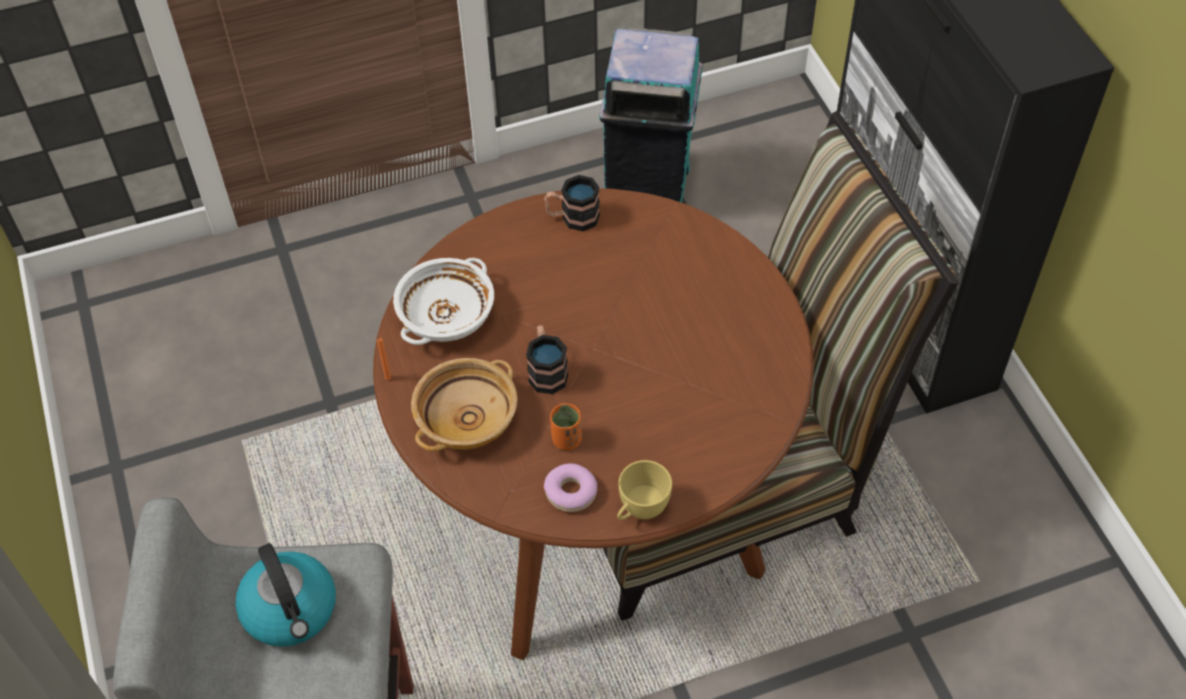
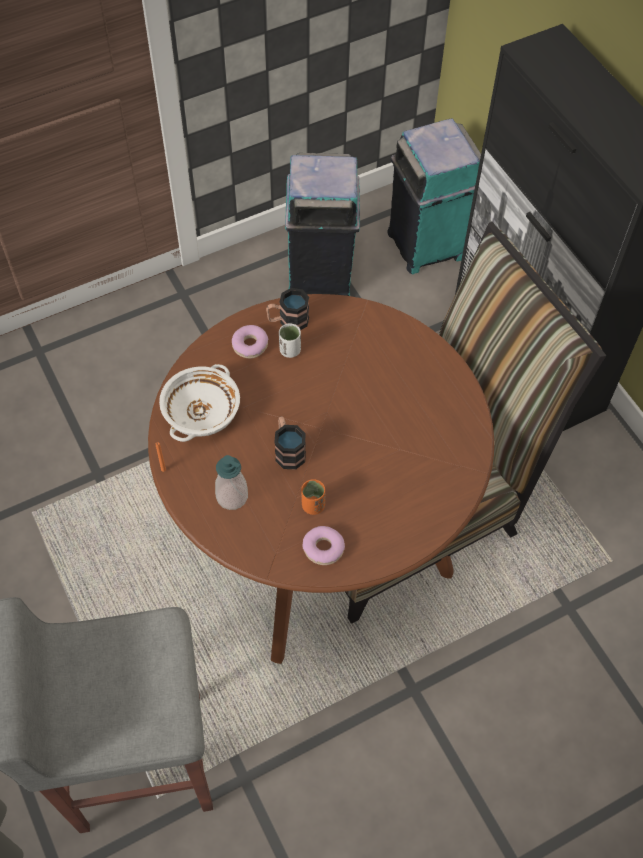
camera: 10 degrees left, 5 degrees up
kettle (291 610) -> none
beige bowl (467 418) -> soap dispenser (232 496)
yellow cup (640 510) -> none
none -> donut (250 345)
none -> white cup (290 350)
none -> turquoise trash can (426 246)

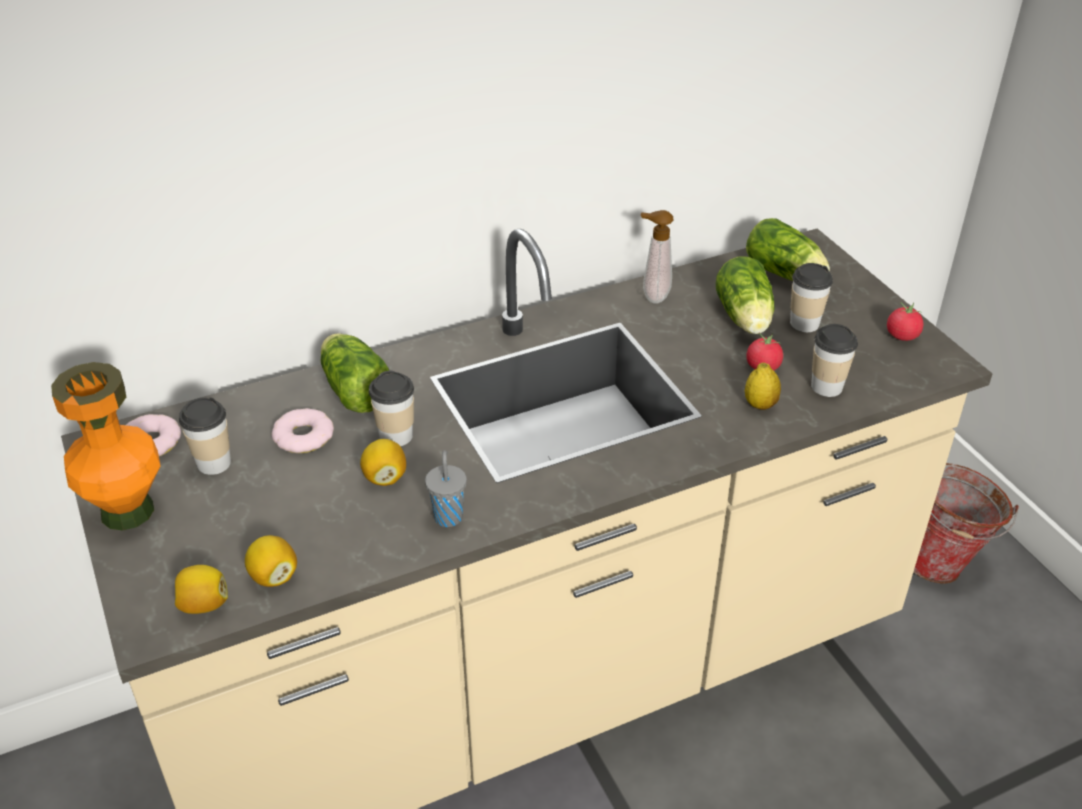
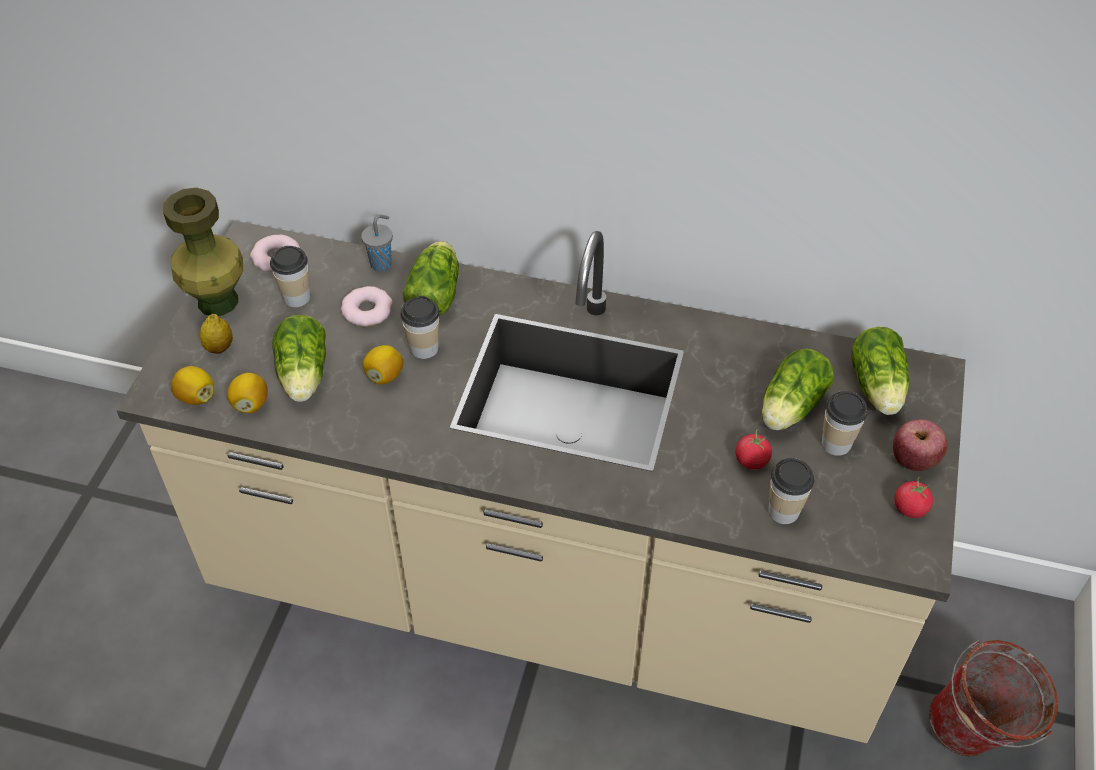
camera: 40 degrees right, 10 degrees up
orange vase (128 511) -> green vase (218 302)
grey cup (448 516) -> grey cup (382 263), move
soap dispenser (653 296) -> none
lemon (760 405) -> lemon (219 348), move
none -> lettuce (303 376)
none -> apple (914 460)

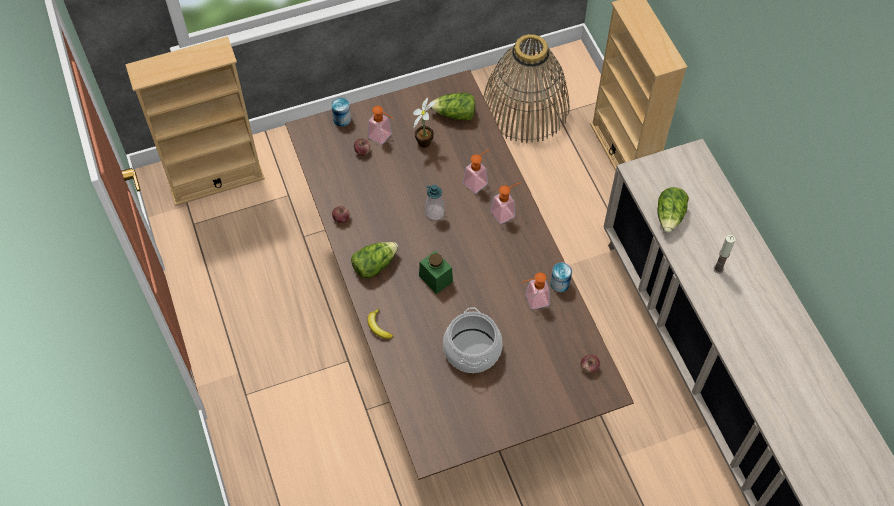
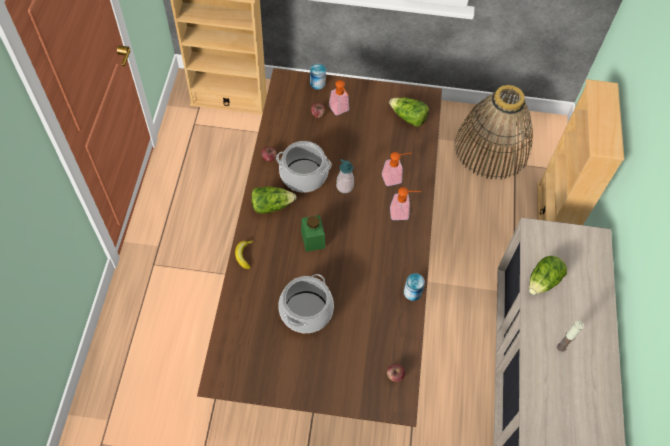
camera: 25 degrees right, 0 degrees up
potted plant (425 140) -> none
soap dispenser (533 301) -> none
none -> cooking pot (303 176)

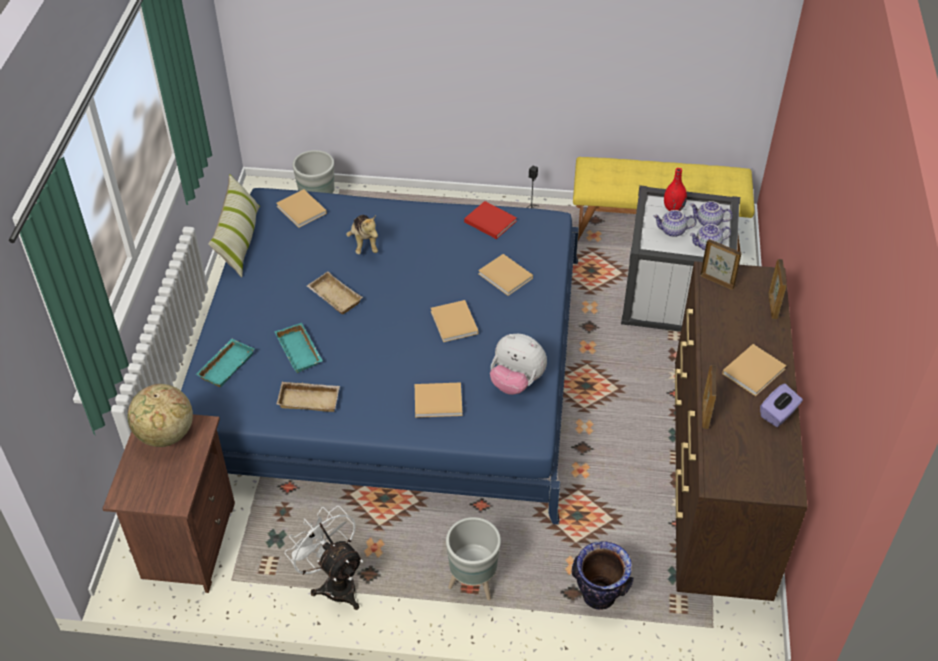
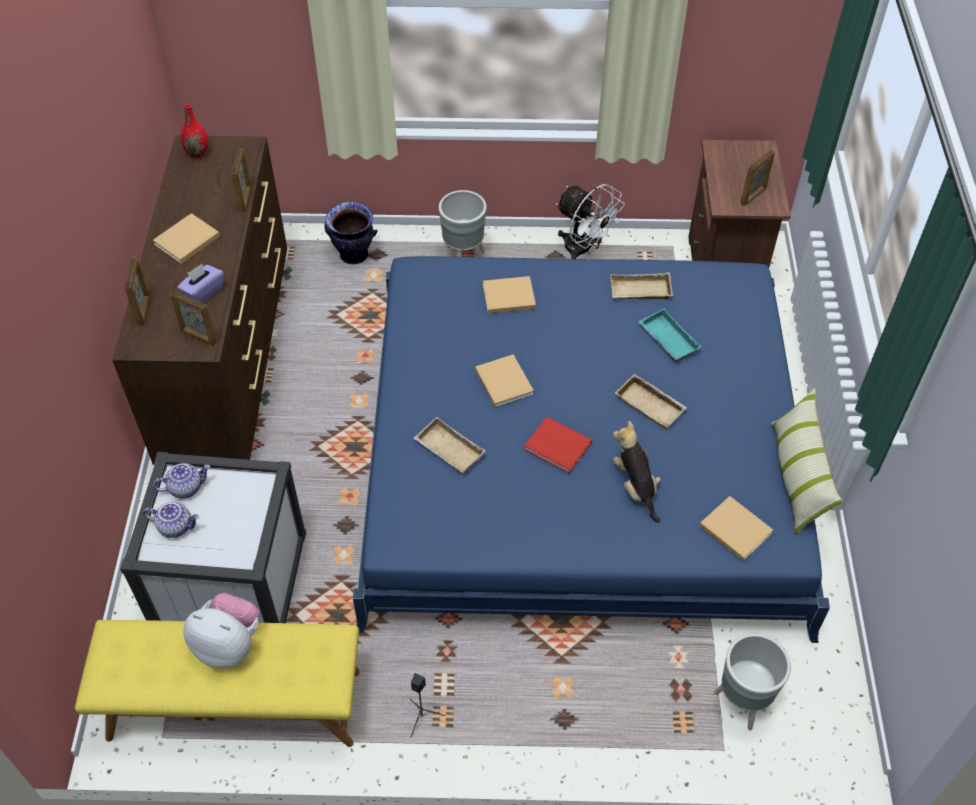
camera: 175 degrees right, 5 degrees up
globe (165 435) -> picture frame (753 196)
turquoise tray (225 365) -> none
red book (489 221) -> red book (559 447), move
beige book (506 277) -> beige tray (447 450)
plush toy (516 382) -> plush toy (229 644), move
teapot (672 231) -> none
red vase (673 208) -> red vase (197 153), move
purple tissue box (778 414) -> purple tissue box (203 292), move

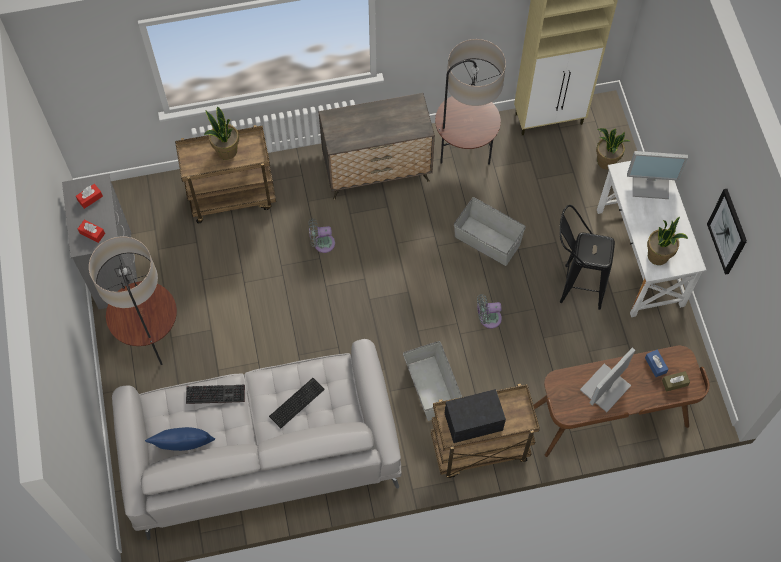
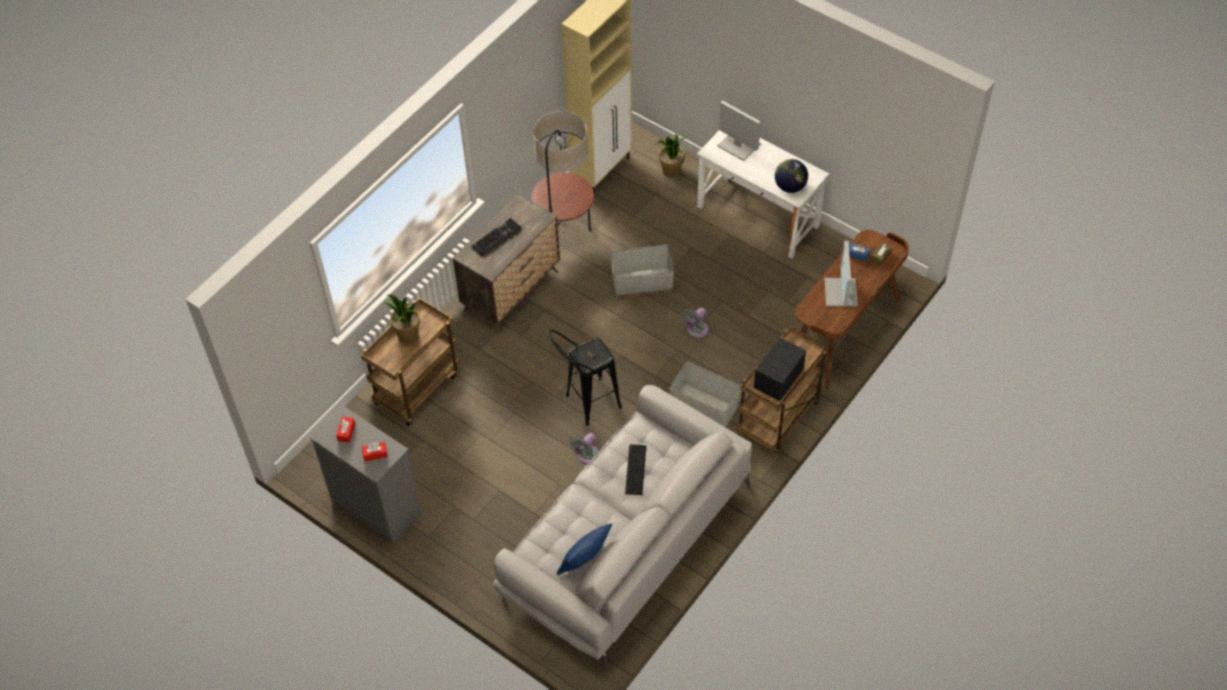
camera: 40 degrees left, 10 degrees down
floor lamp (153 341) -> none
keyboard (216 393) -> keyboard (496 236), move
grey fan (321 243) -> grey fan (586 456), move
black stool (573 285) -> black stool (586 405), move
monitor (651 183) -> monitor (738 145), 105 degrees counterclockwise
potted plant (658 256) -> globe (790 186)
picture (727 231) -> none

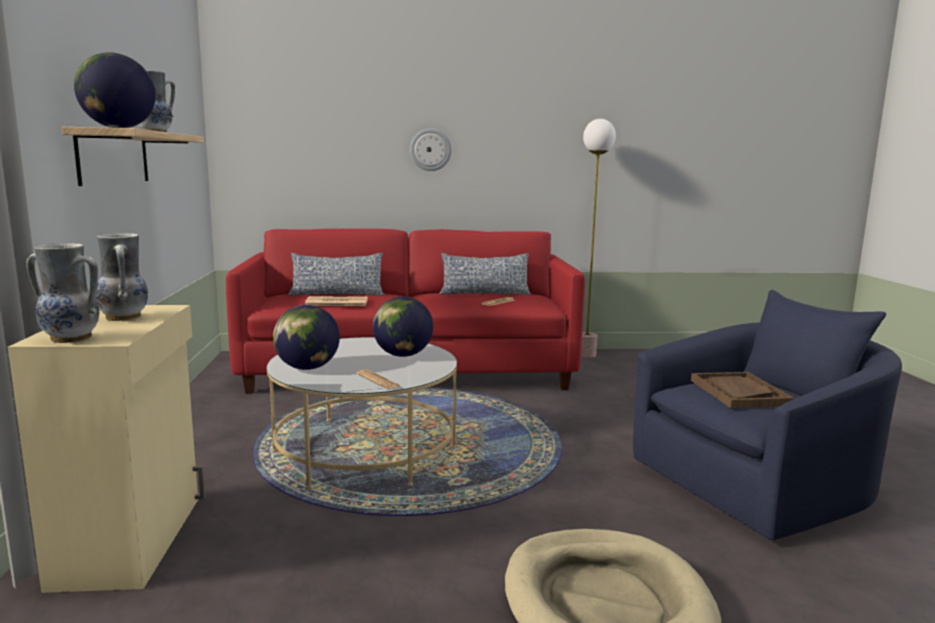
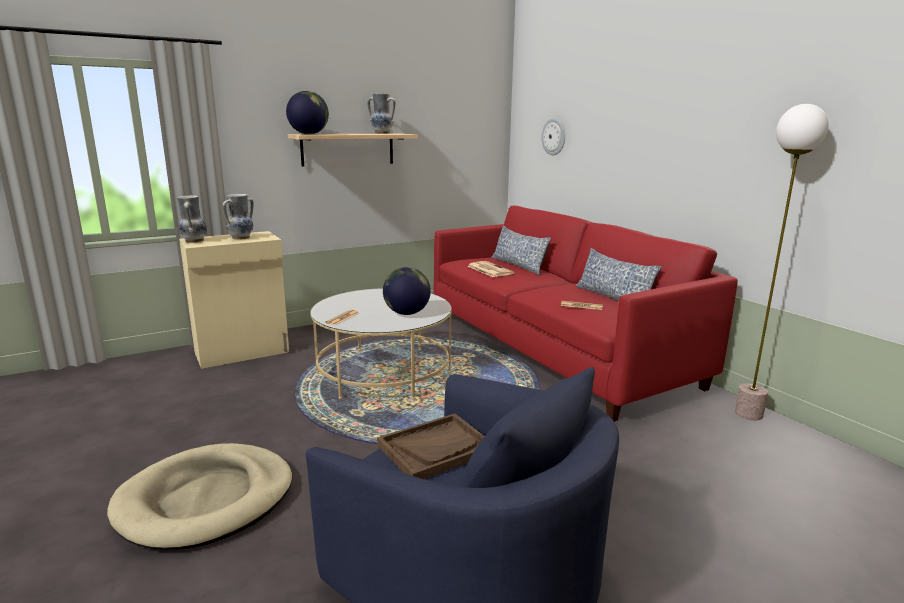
camera: 65 degrees right, 5 degrees up
globe (307 368) -> none
wall clock (430 149) -> wall clock (554 136), move

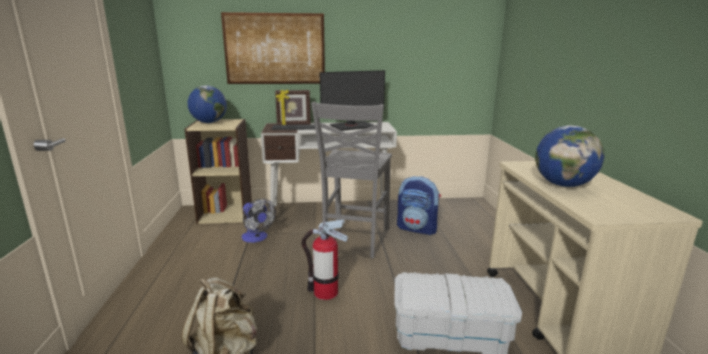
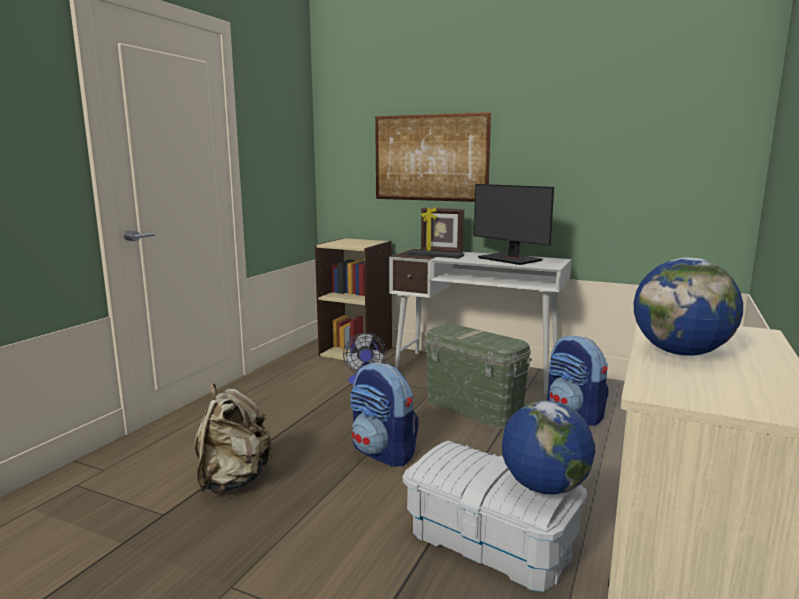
camera: 30 degrees right, 5 degrees down
globe (209 122) -> globe (544 487), move
fire extinguisher (325 292) -> backpack (383 453)
grey chair (354 240) -> green storage box (473 409)
monitor (352 126) -> monitor (510 259), 45 degrees clockwise

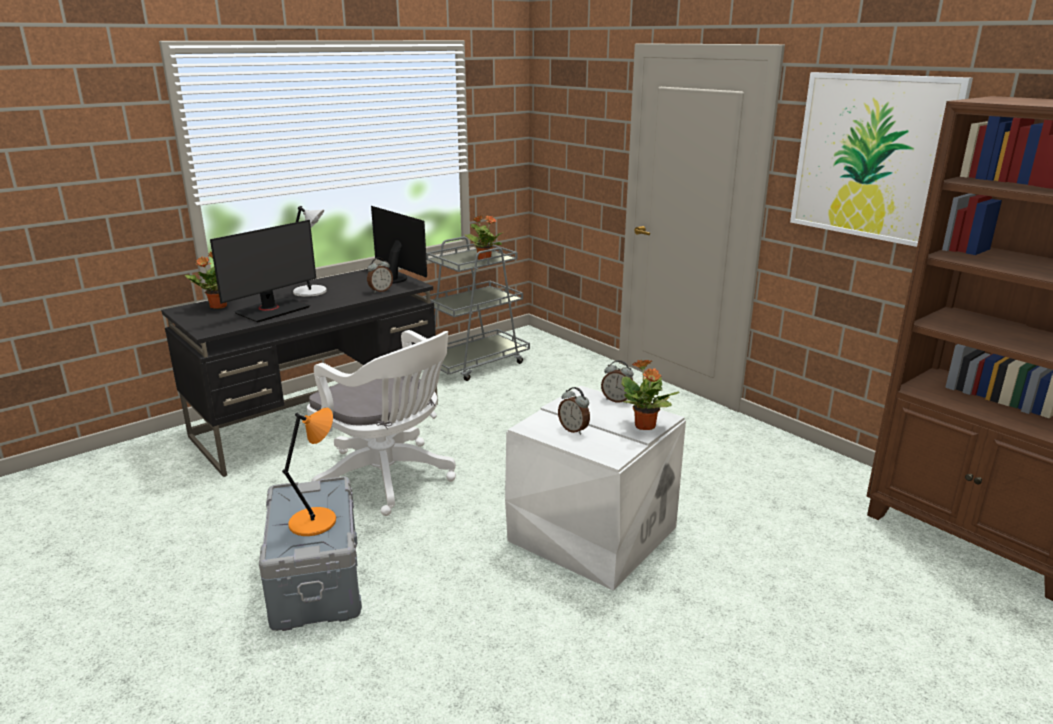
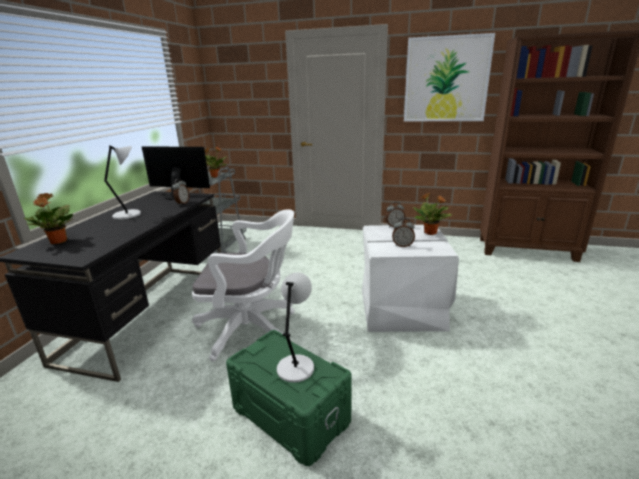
camera: 35 degrees left, 0 degrees up
monitor (272 310) -> none
grey storage box (318 580) -> green storage box (291 413)
orange table lamp (315 521) -> grey table lamp (296 367)

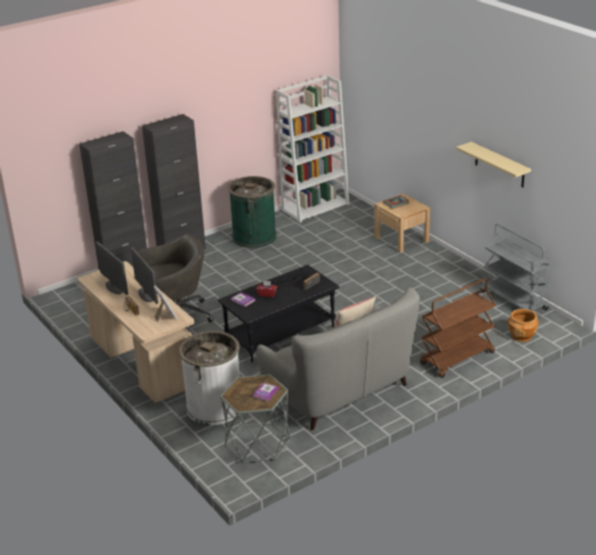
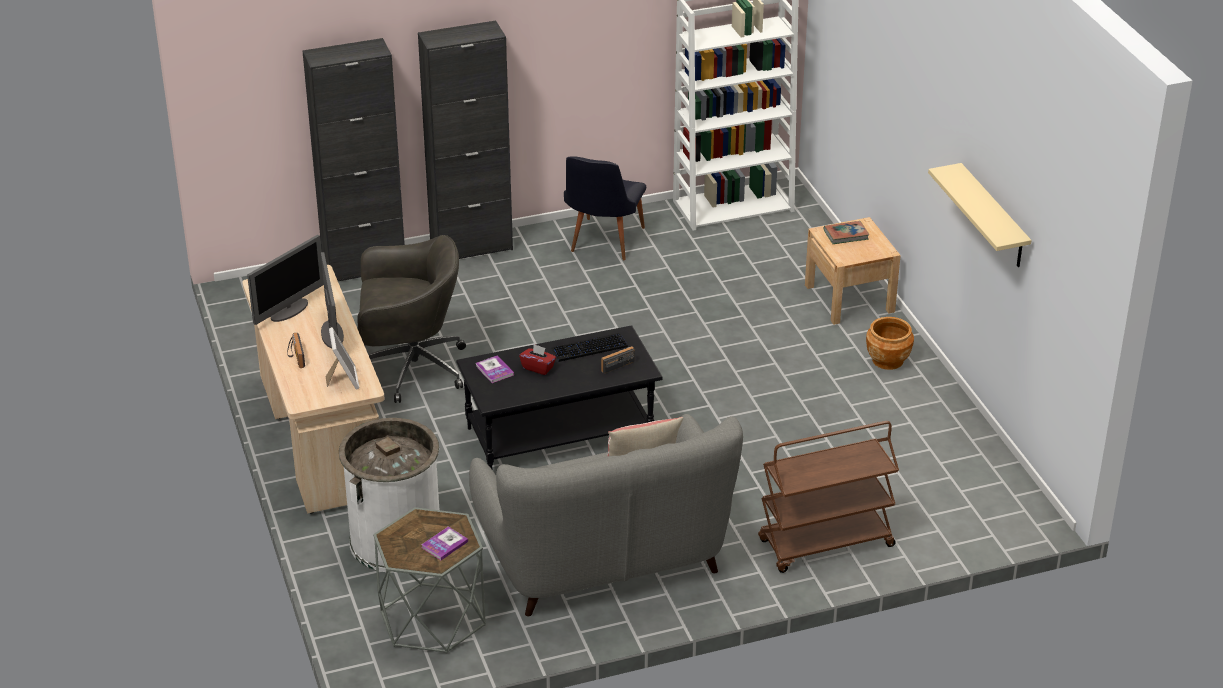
camera: 15 degrees right, 5 degrees up
monitor (114 287) -> monitor (289 310), 60 degrees clockwise
green trash can (254 237) -> black chair (603 243)
grey cart (514 301) -> none
brown planter (522 336) -> brown planter (887 360), move

